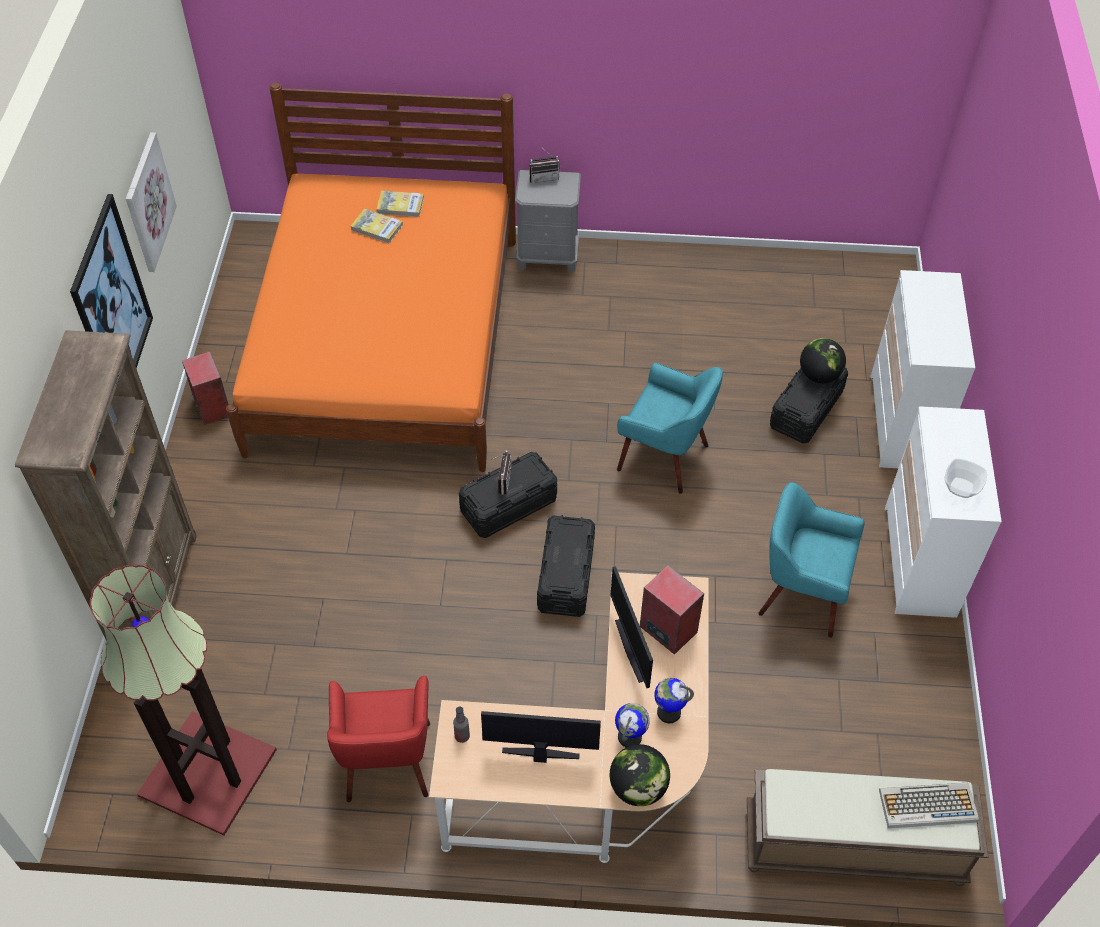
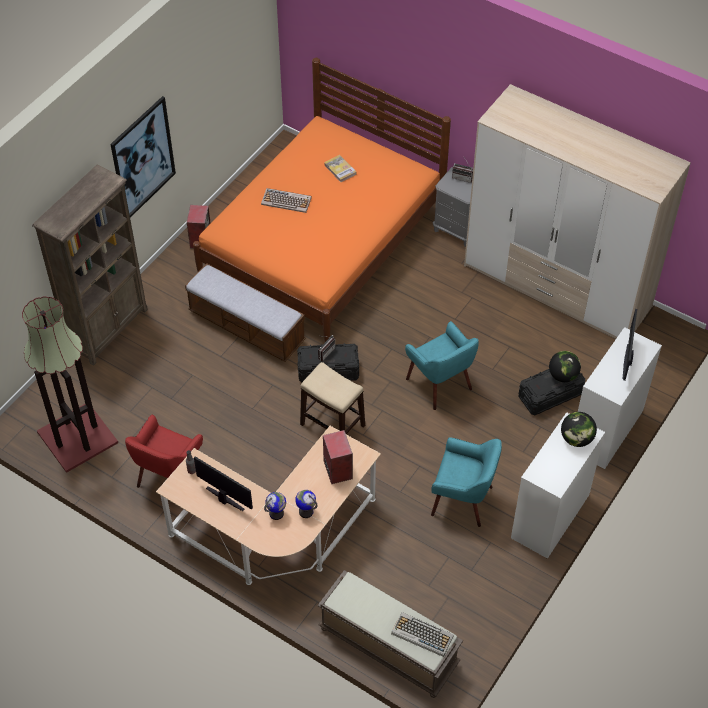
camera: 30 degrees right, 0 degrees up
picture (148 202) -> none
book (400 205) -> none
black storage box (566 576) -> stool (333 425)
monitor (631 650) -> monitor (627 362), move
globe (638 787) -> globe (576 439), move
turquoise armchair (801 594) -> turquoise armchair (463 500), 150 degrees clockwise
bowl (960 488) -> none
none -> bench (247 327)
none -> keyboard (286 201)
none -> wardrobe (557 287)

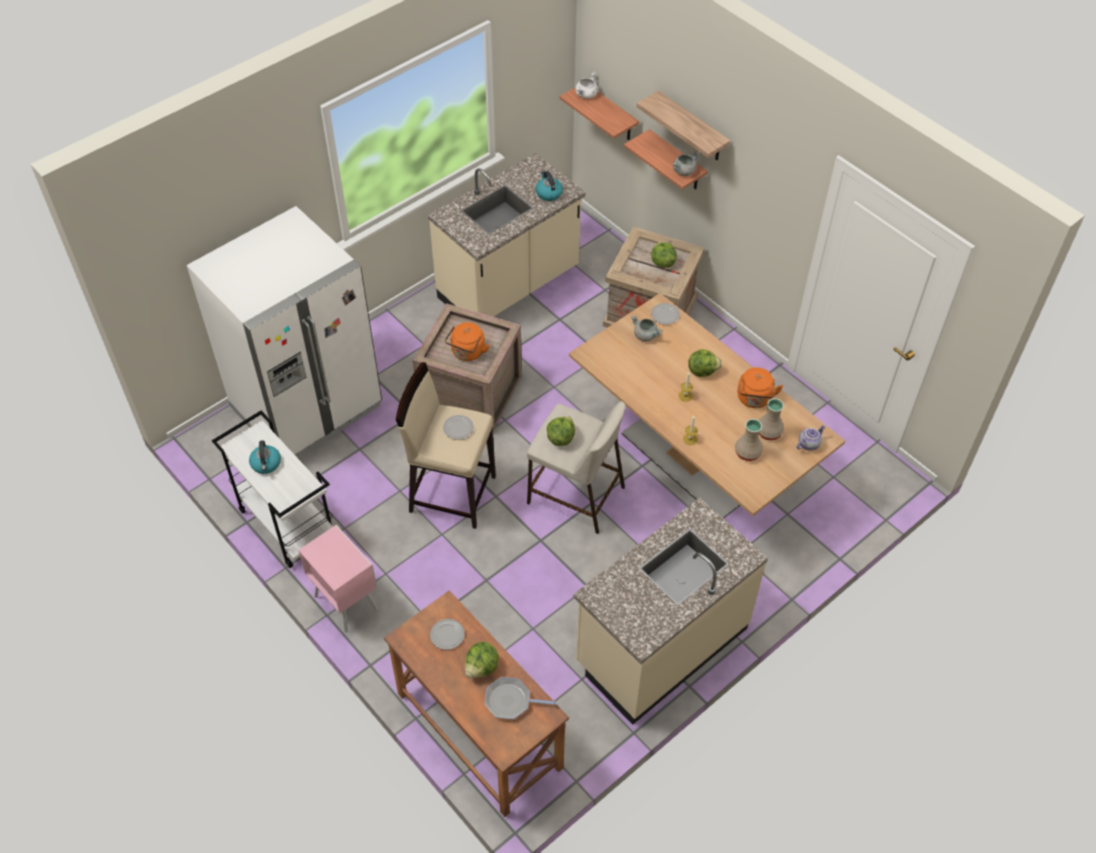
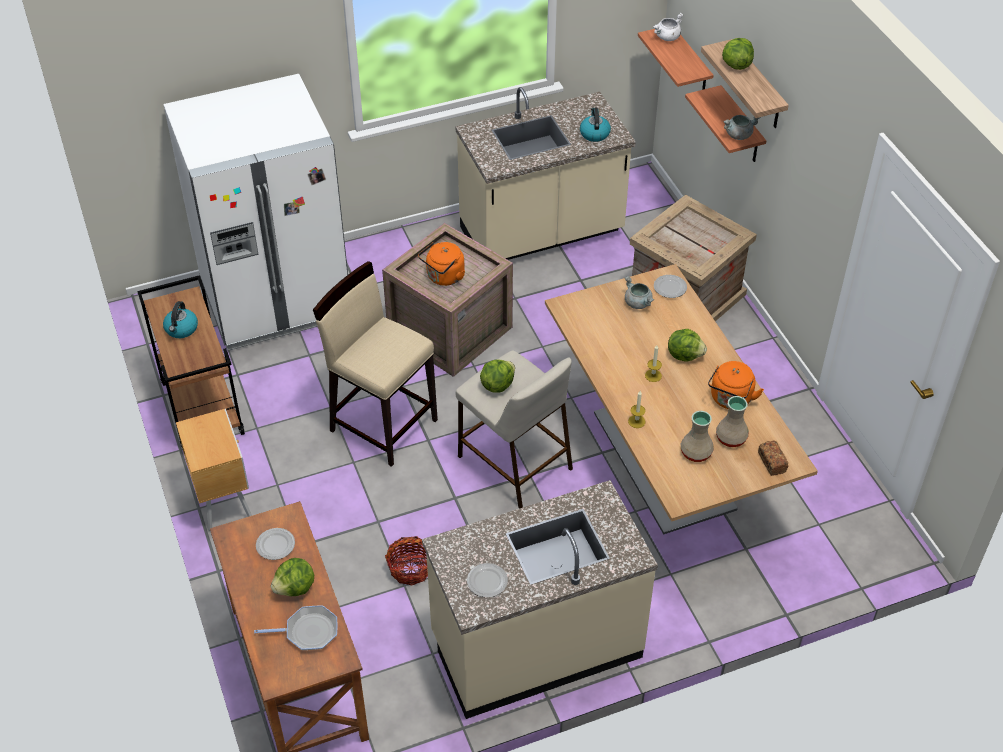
camera: 20 degrees right, 5 degrees down
white cart (286 524) -> brown cart (201 407)
pink nightstand (346 602) -> brown nightstand (224 501)
plate (458 428) -> plate (487 581), move
frying pan (511 701) -> frying pan (308 631), 150 degrees clockwise
lettuce (662 263) -> lettuce (736 65), move
teapot (808 444) -> bread (771 462)
none -> basket (410 568)

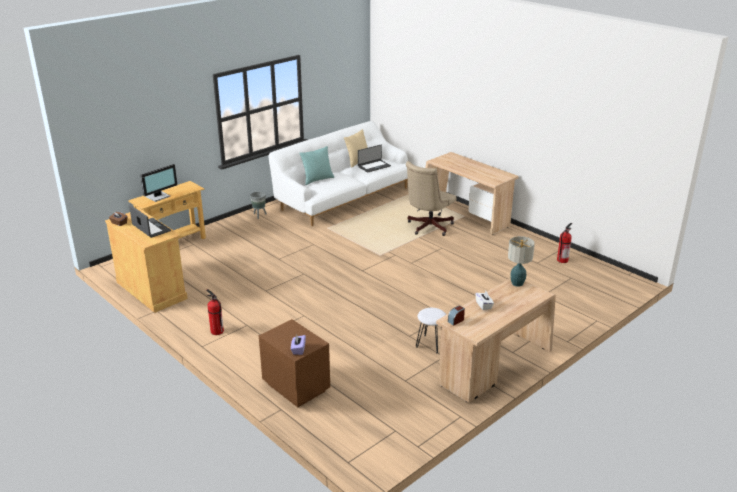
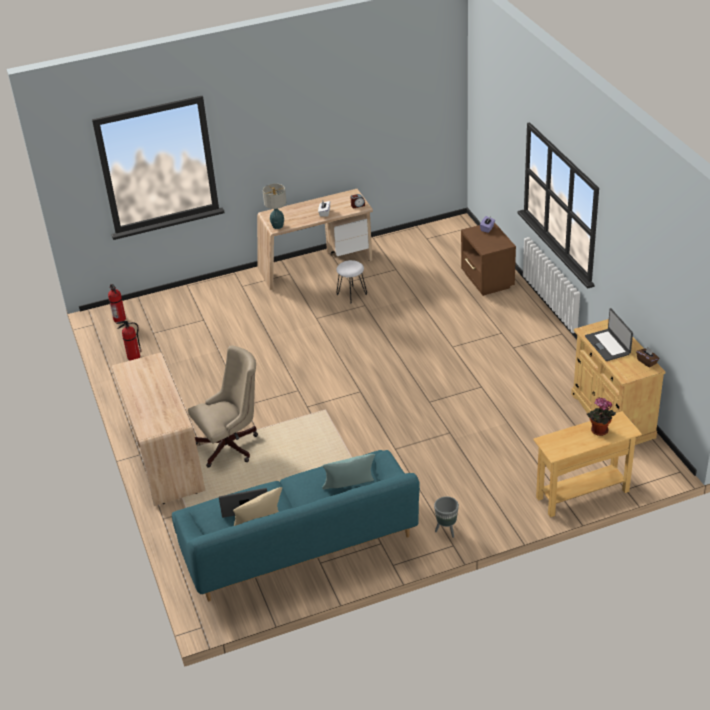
camera: 155 degrees left, 10 degrees up
monitor (158 197) -> potted plant (598 431)
fire extinguisher (216 331) -> fire extinguisher (120 319), move
white sofa (344 198) -> turquoise sofa (299 544)

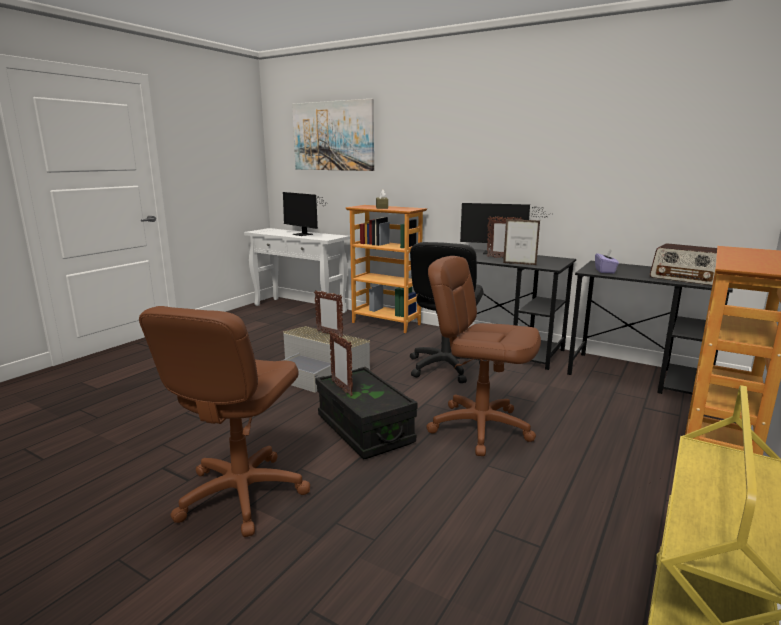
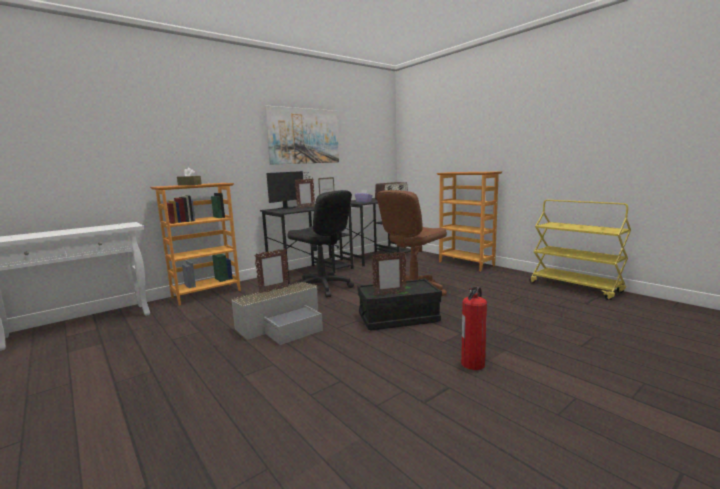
camera: 70 degrees left, 5 degrees down
brown office chair (241 494) -> fire extinguisher (473 363)
monitor (303 234) -> none
picture (333 136) -> picture (303 136), move

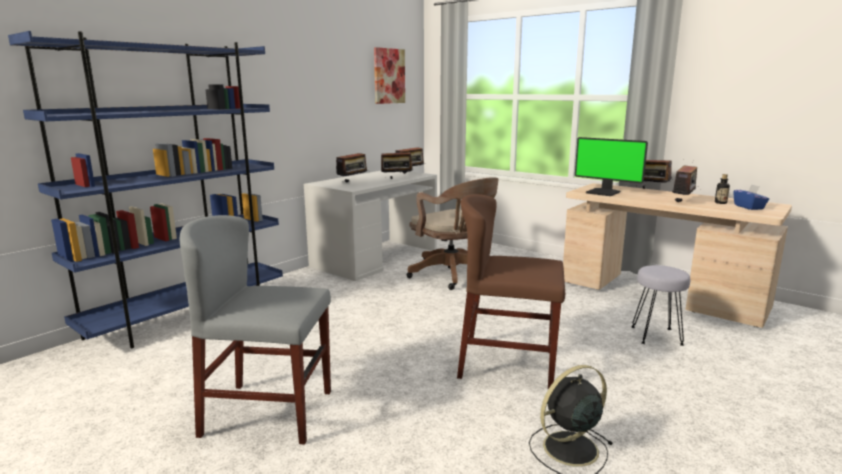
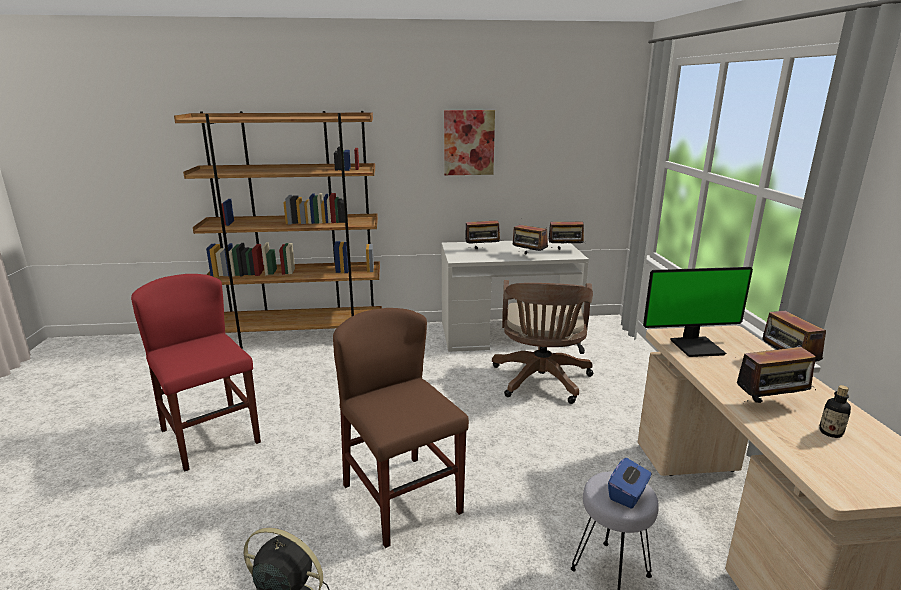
camera: 45 degrees right, 5 degrees up
blue bookcase (188 315) -> brown bookcase (302 336)
grey chair (268 413) -> red chair (210 436)
picture (389 76) -> picture (469 142), move
monitor (604 192) -> monitor (696 346), 90 degrees counterclockwise
blue tissue box (749 207) -> blue tissue box (628 494), move

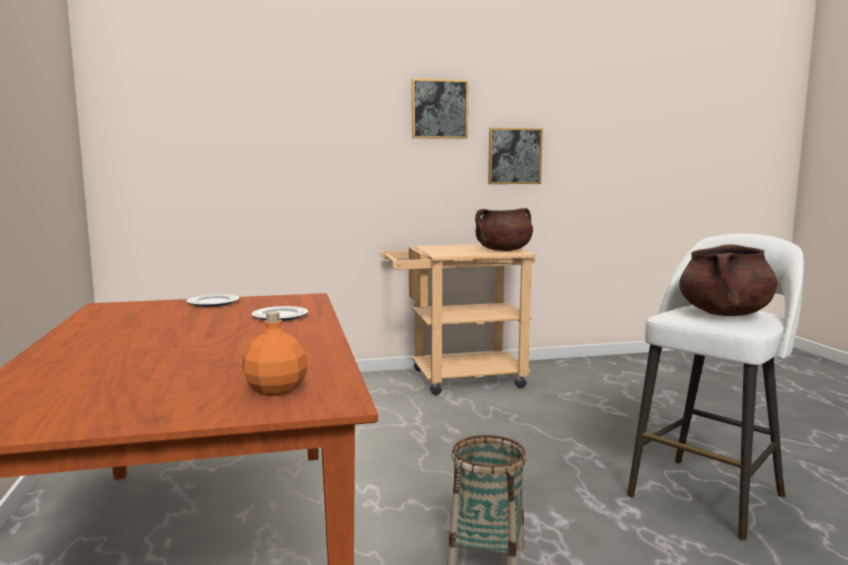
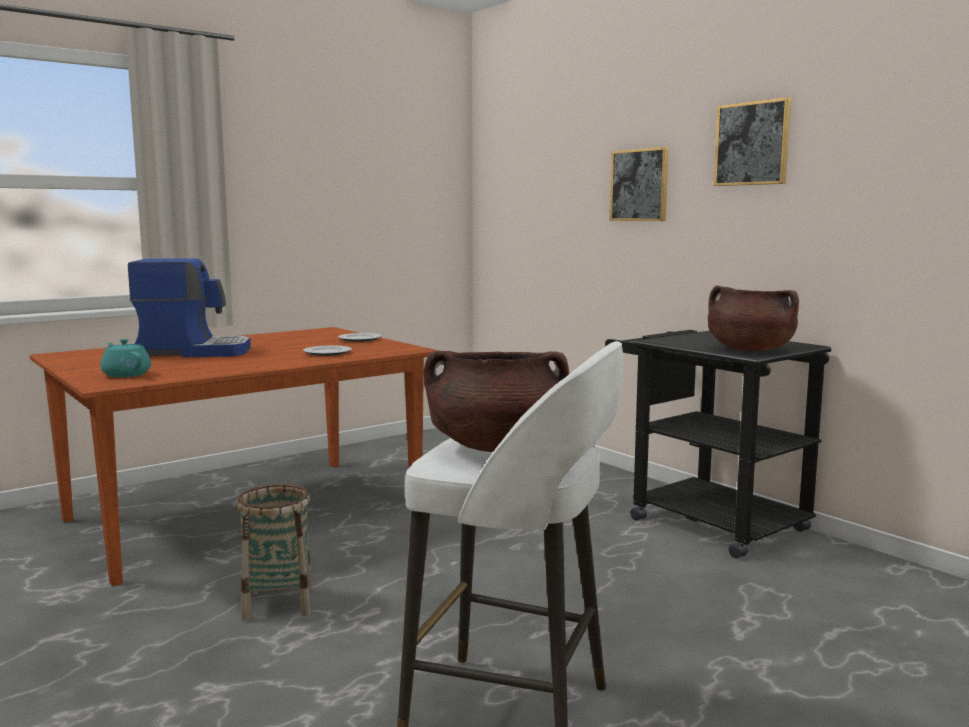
camera: 65 degrees right, 0 degrees up
orange bottle (276 390) -> turquoise teapot (126 374)
beige cart (457 379) -> black cart (705 520)
picture (514 156) -> picture (639 185), move
none -> coffee machine (194 352)

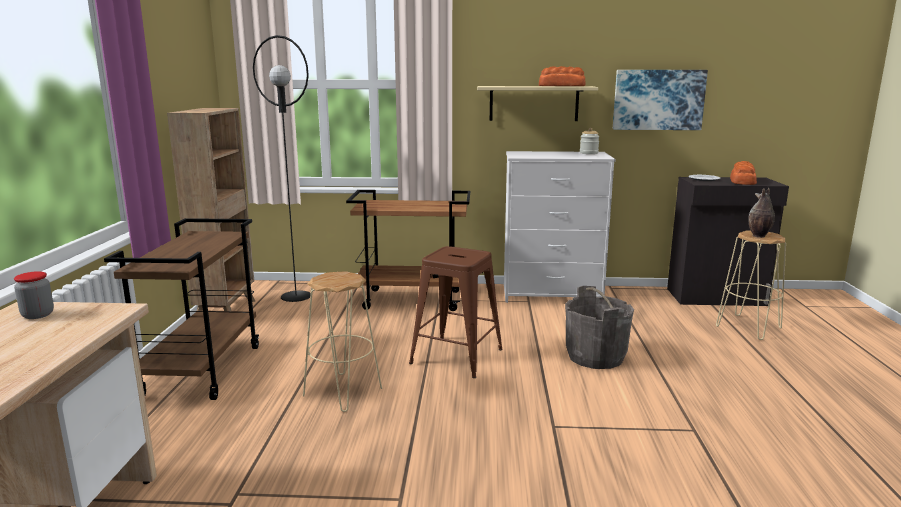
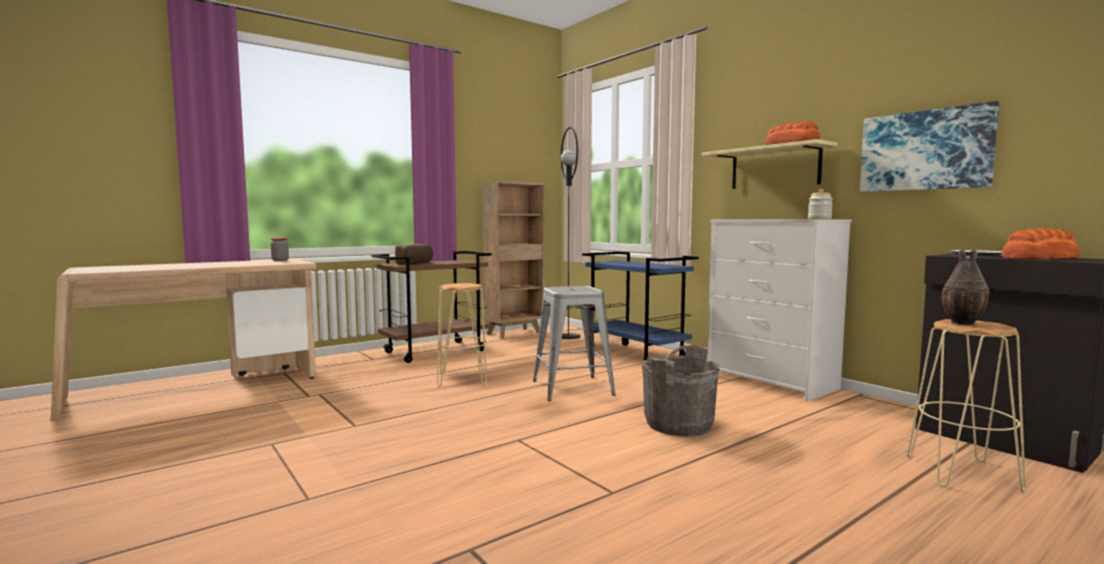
camera: 50 degrees right, 10 degrees down
brown cart (413 300) -> blue cart (636 355)
brown stool (456 356) -> grey stool (572 388)
none -> bread (416 263)

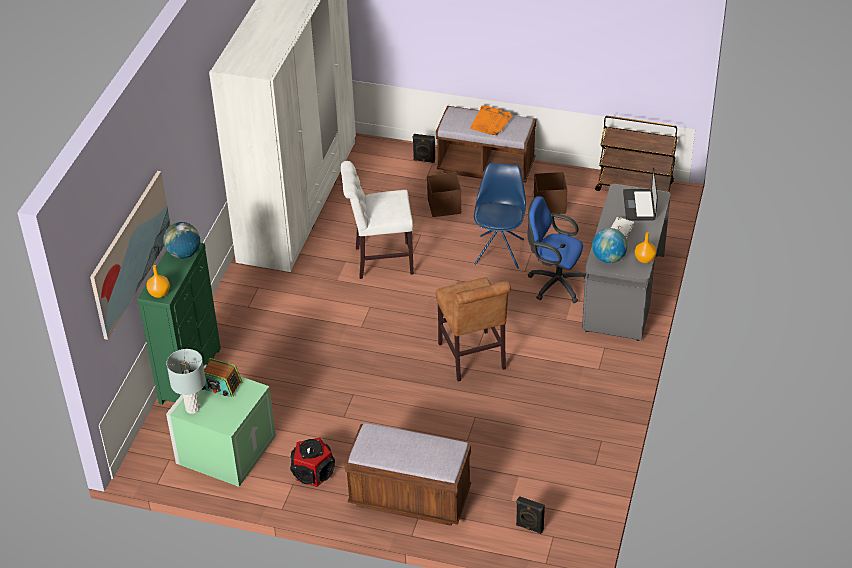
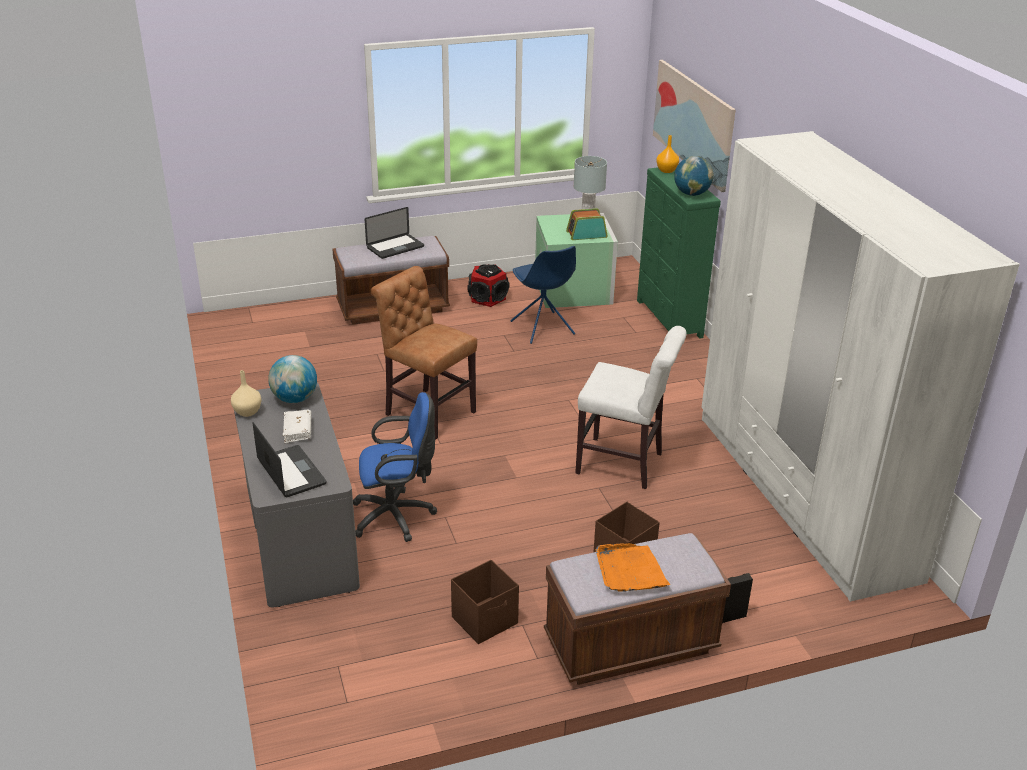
camera: 145 degrees right, 10 degrees down
white chair (380 261) -> white chair (624 464), 60 degrees clockwise
blue chair (499 251) -> blue chair (542 328), move
black speaker (529 528) -> none
brown cart (635 186) -> none
orange vase (645 259) -> beige vase (247 412)
none -> laptop (395 247)

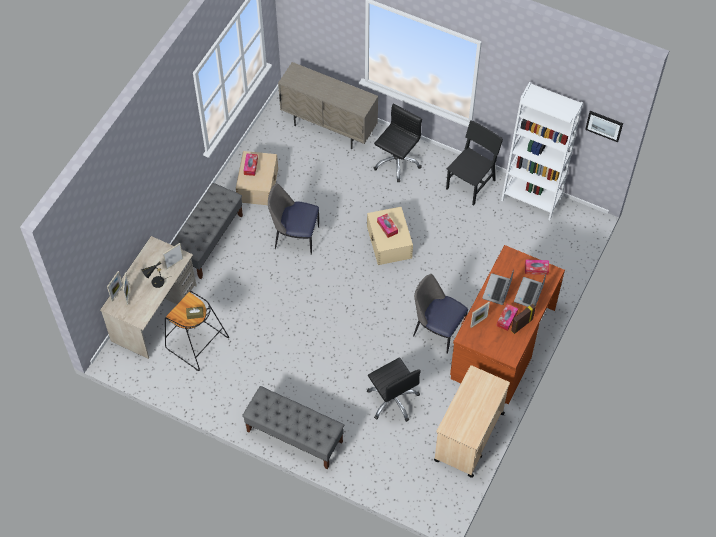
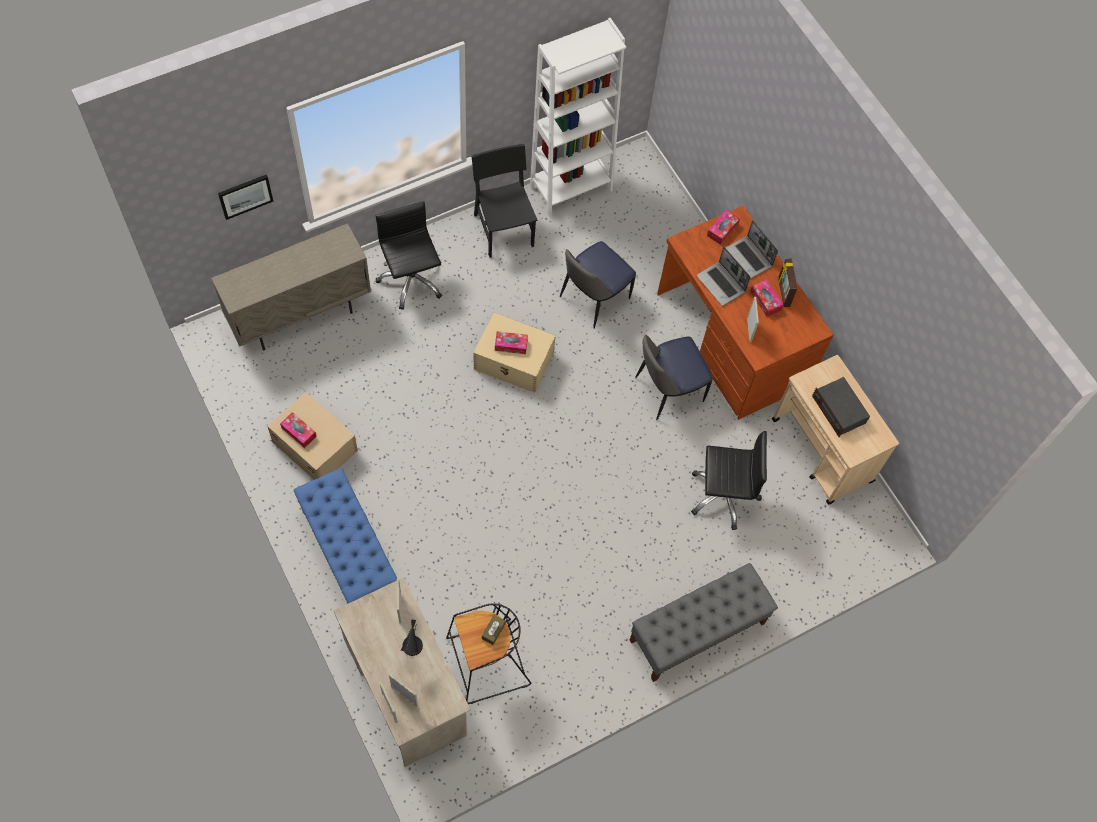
camera: 60 degrees left, 5 degrees up
grey bench (209 240) -> blue bench (349 554)
chair (295 237) -> chair (593 299), move
picture (604 125) -> picture (245 196), move
none -> radio (838 410)

